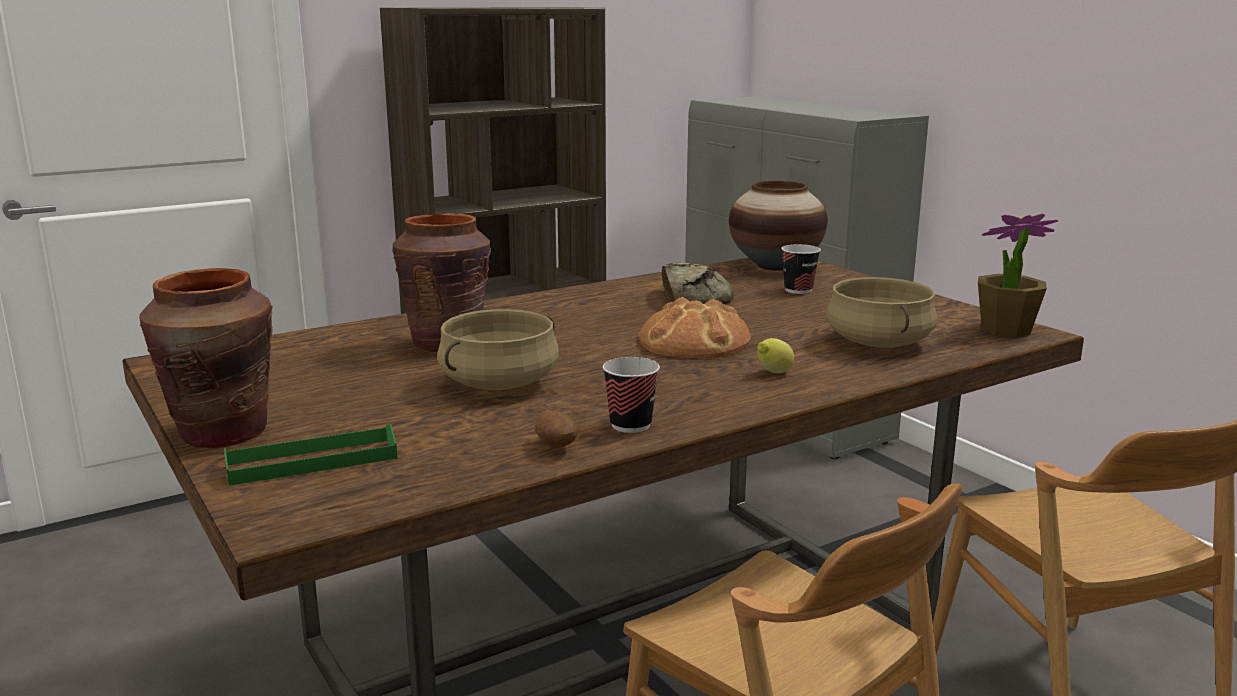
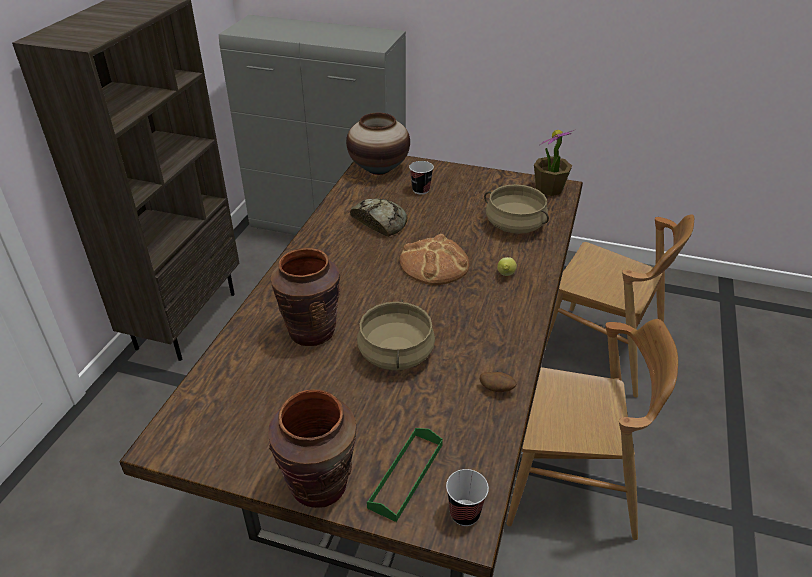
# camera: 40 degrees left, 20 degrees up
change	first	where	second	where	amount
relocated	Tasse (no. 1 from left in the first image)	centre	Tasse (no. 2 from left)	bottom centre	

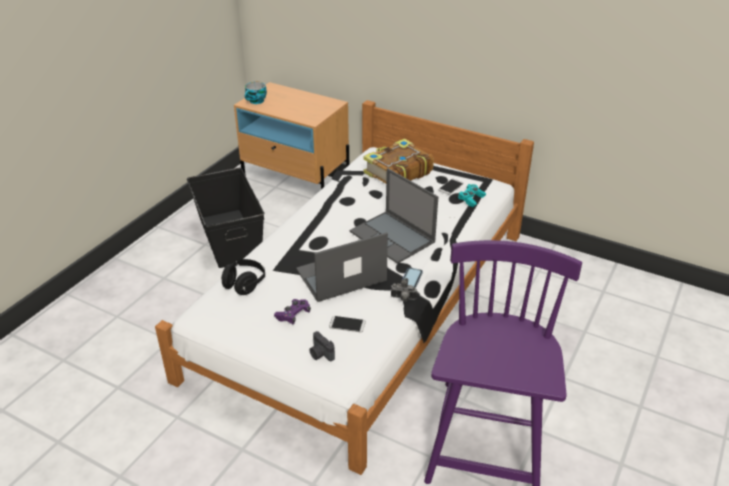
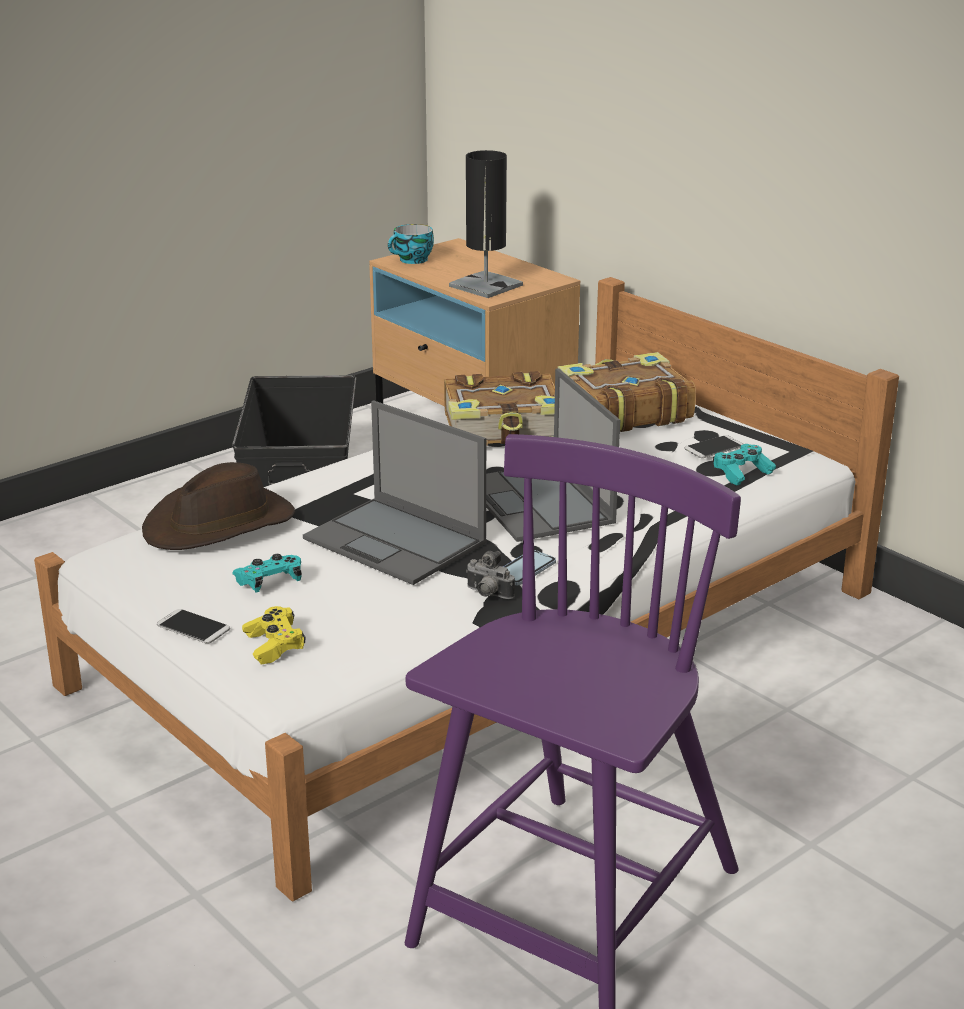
# camera: 20 degrees right, 10 degrees down
change	first	where	second	where	amount
exchanged	Kopfhörer/schwarz	centre	Hut/braun	middle left	
relocated	Handy (no. 1 from left)	bottom centre		middle left	
colour	Gamepad/lila	centre	Gamepad/türkis (no. 1 from left)	middle left	
exchanged	Kamera (no. 1 from left)	bottom centre	Gamepad/gelb	middle left	
spun	Laptop (no. 1 from left)	centre		centre	135 degrees counterclockwise
appeared			Buch (no. 1 from left)	centre	
appeared			Tischlampe/schwarz	top centre	

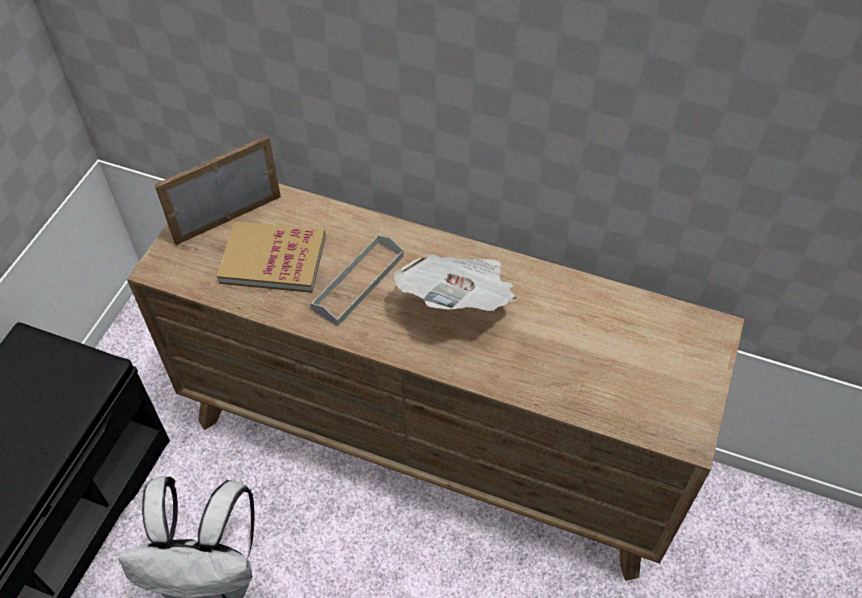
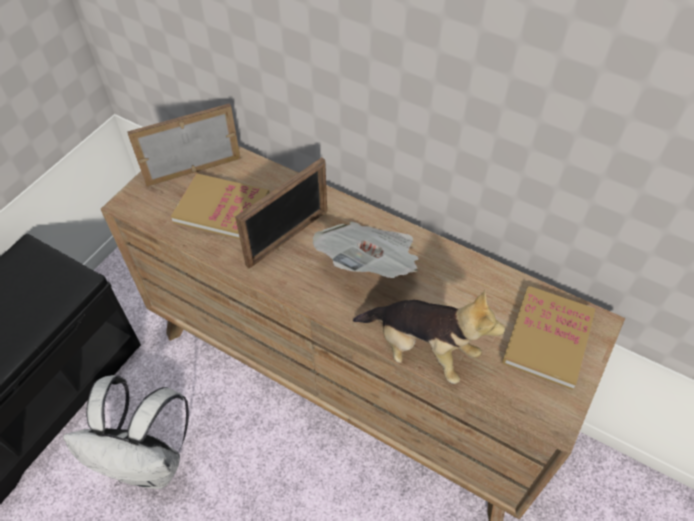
# camera: 10 degrees right, 0 degrees up
change	first	where	second	where	amount
exchanged	Tablett/grau	centre	Bilderrahmen (no. 2 from left)	centre	
appeared			Plüschtier	centre	
appeared			Buch (no. 2 from left)	middle right	

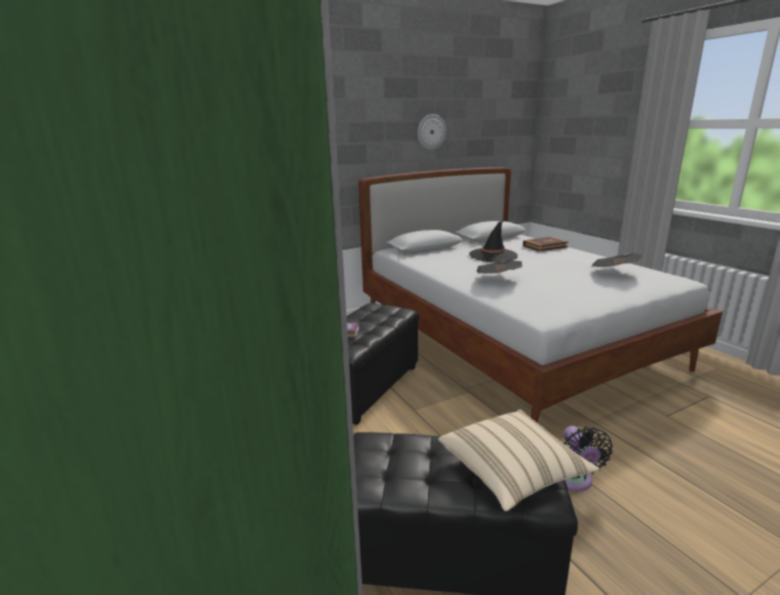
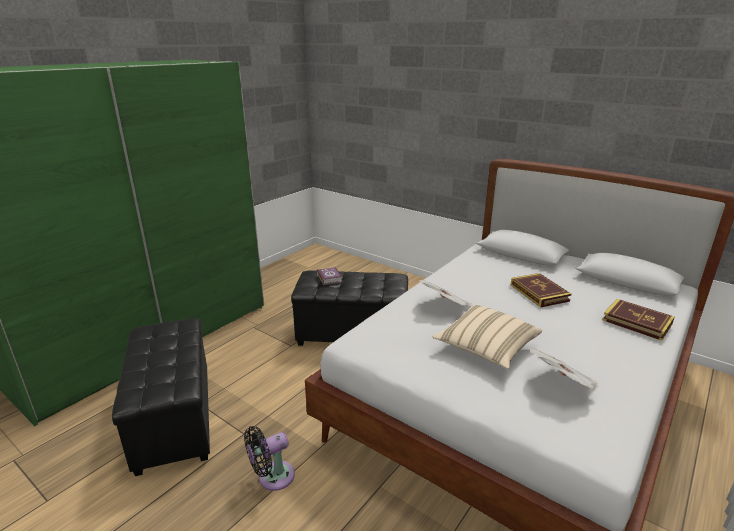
# camera: 65 degrees right, 5 degrees up
change	first	where	second	where	amount
relocated	Kissen/beige	bottom centre		centre	
exchanged	Hut/schwarz	centre	Buch (no. 2 from left)	middle right	
missing	Wanduhr	top centre			

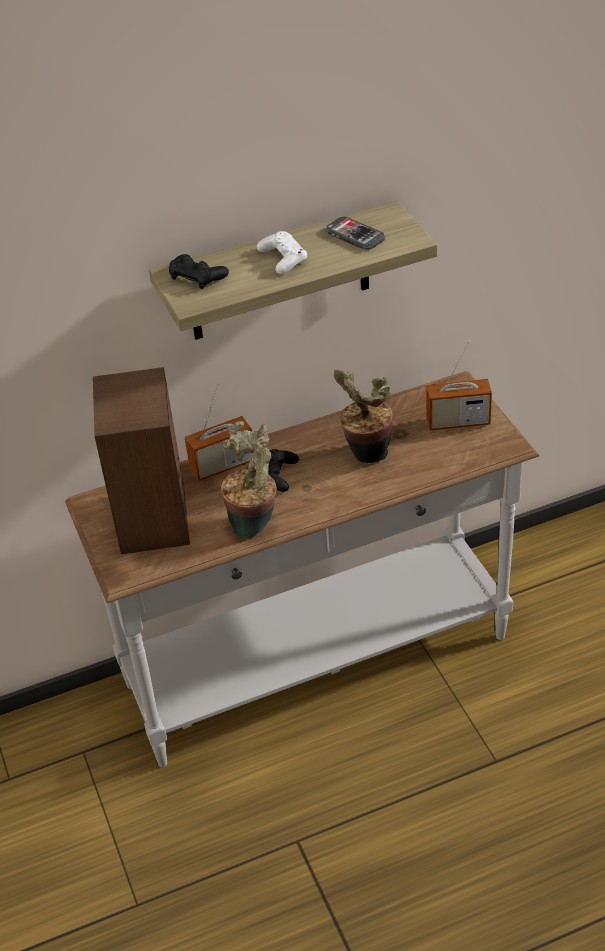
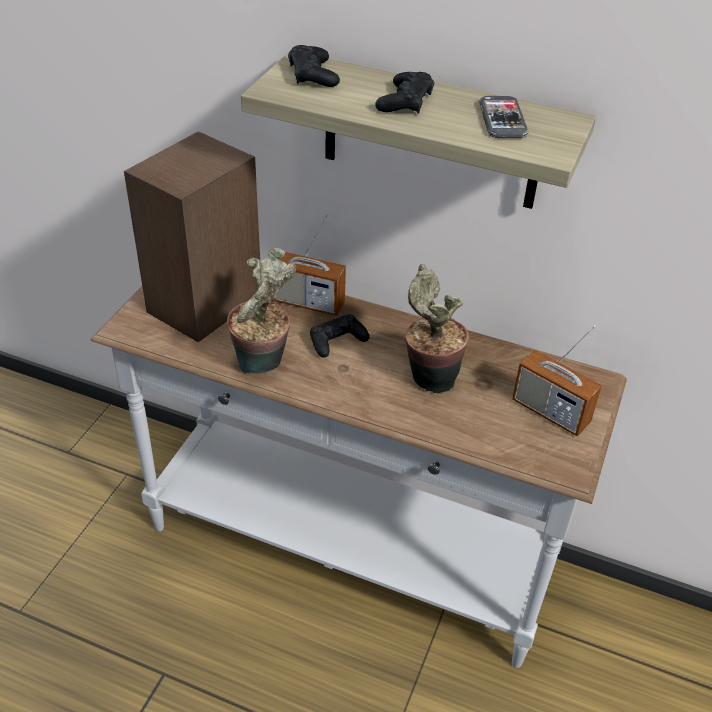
# camera: 40 degrees right, 0 degrees up
change	first	where	second	where	amount
colour	Gamepad/weiß	top centre	Gamepad/schwarz (no. 3 from left)	top centre	

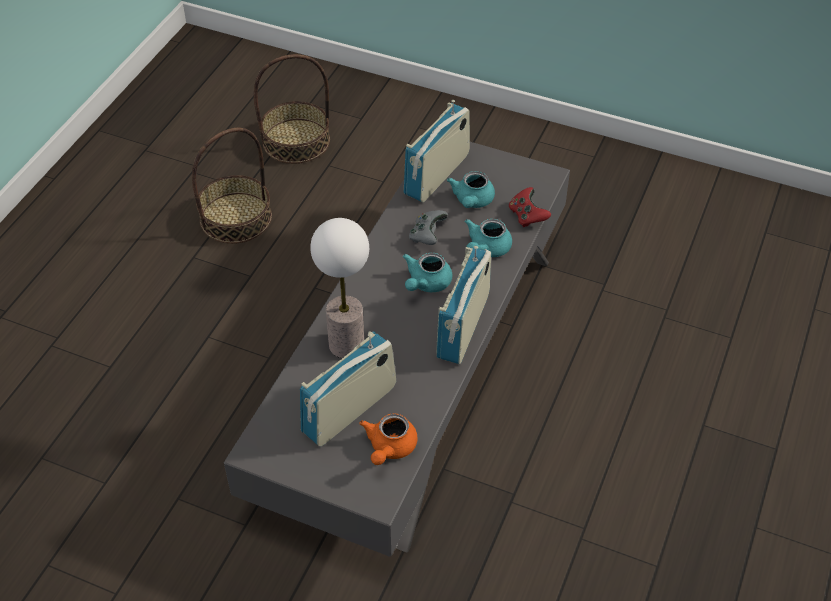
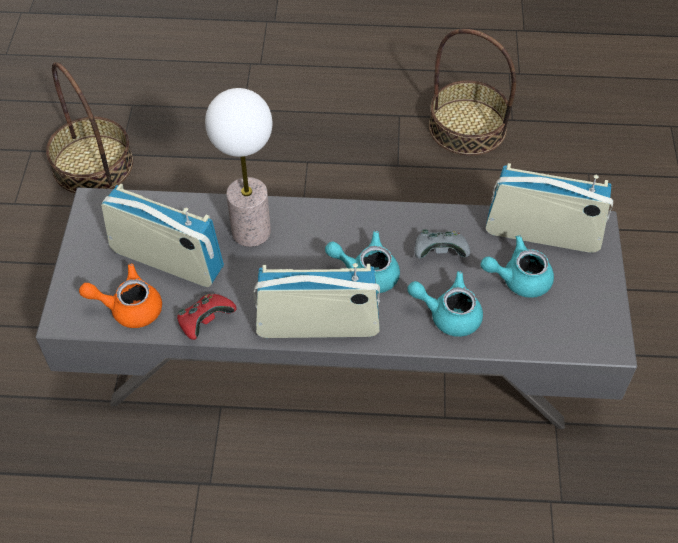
# camera: 70 degrees right, 5 degrees up
change	first	where	second	where	amount
relocated	Korb (no. 2 from left in the first image)	top centre	Korb (no. 1 from left)	top left	
relocated	Gamepad/rot	centre		middle left	

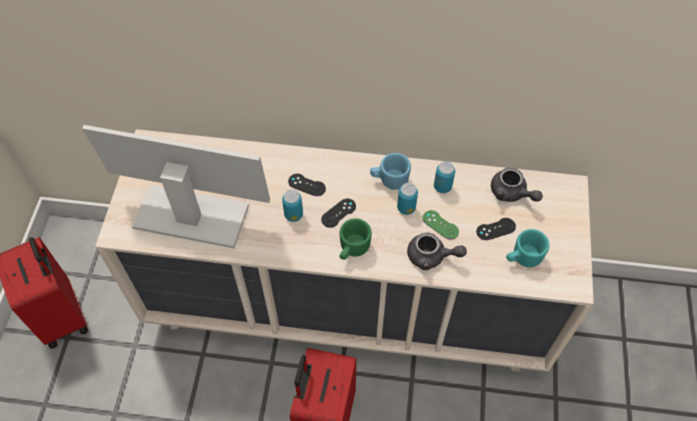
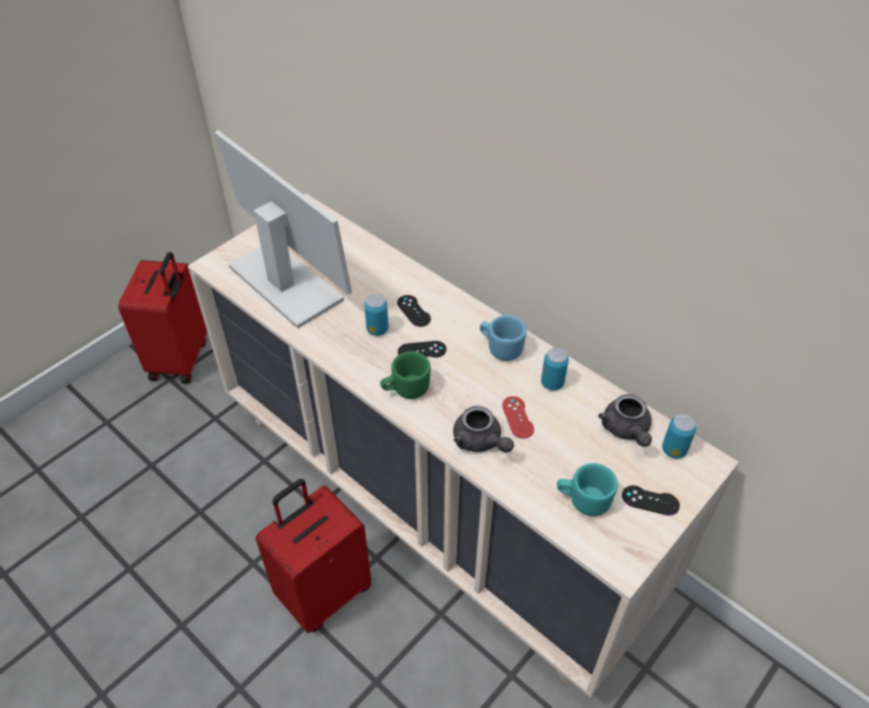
# camera: 35 degrees right, 10 degrees down
change	first	where	second	where	amount
colour	Gamepad/grün	centre	Gamepad/rot	centre	
relocated	Gamepad/schwarz (no. 3 from left)	middle right		bottom right	
relocated	Dose (no. 2 from left in the first image)	centre	Dose (no. 3 from left)	middle right	

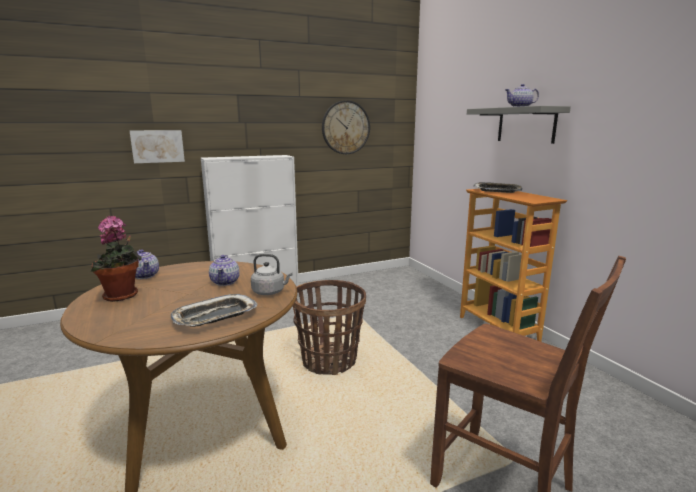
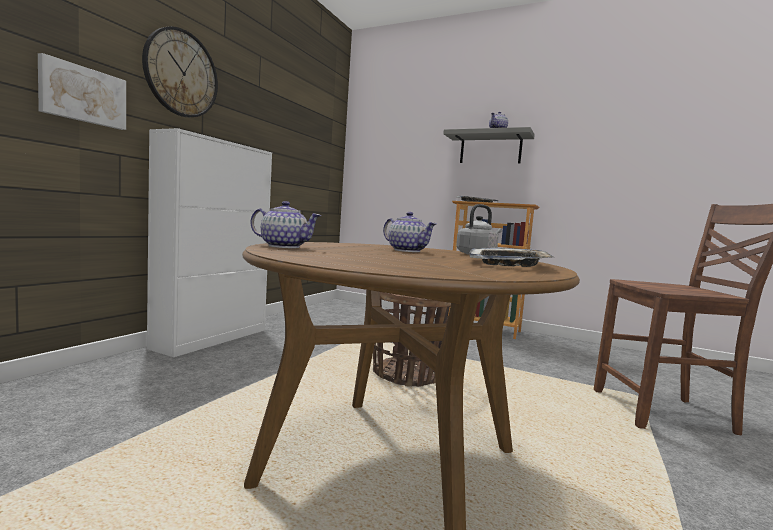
# camera: 40 degrees left, 10 degrees down
change	first	where	second	where	amount
relocated	Wanduhr	top centre		top left	
missing	Topfpflanze	middle left			

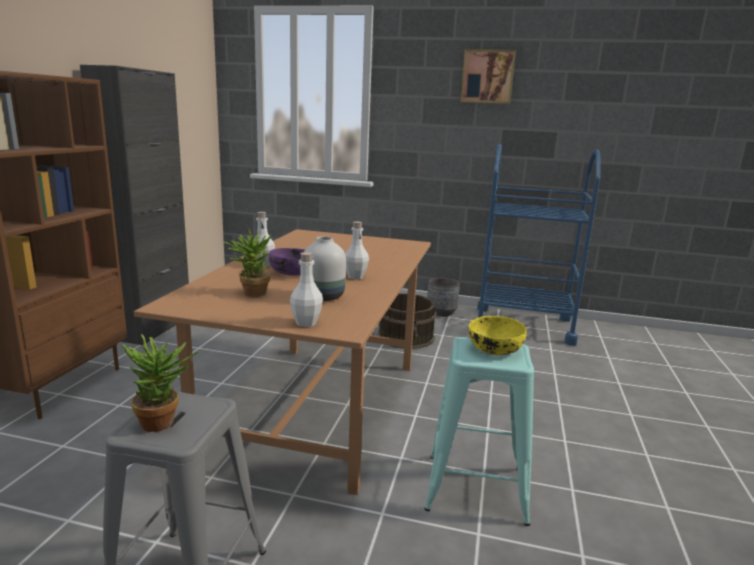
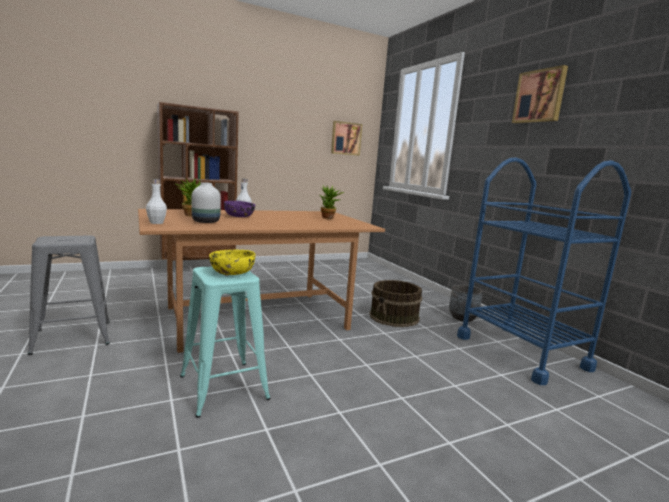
# camera: 50 degrees right, 5 degrees down
change	first	where	second	where	amount
relocated	Topfpflanze (no. 1 from left in the first image)	bottom left	Topfpflanze (no. 2 from left)	centre	
appeared			Bild (no. 1 from left)	top centre	
missing	Schrank/schwarz	middle left			
missing	Flasche/weiß (no. 3 from left)	centre			

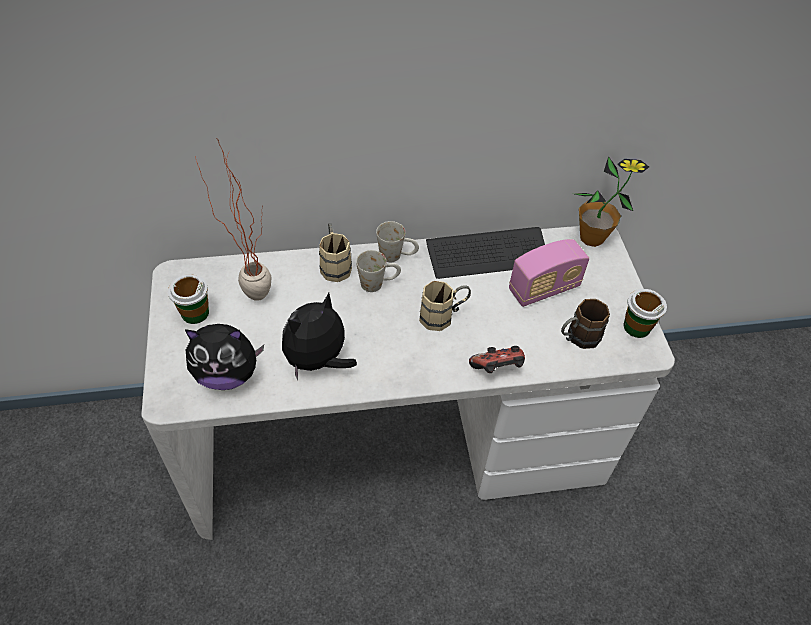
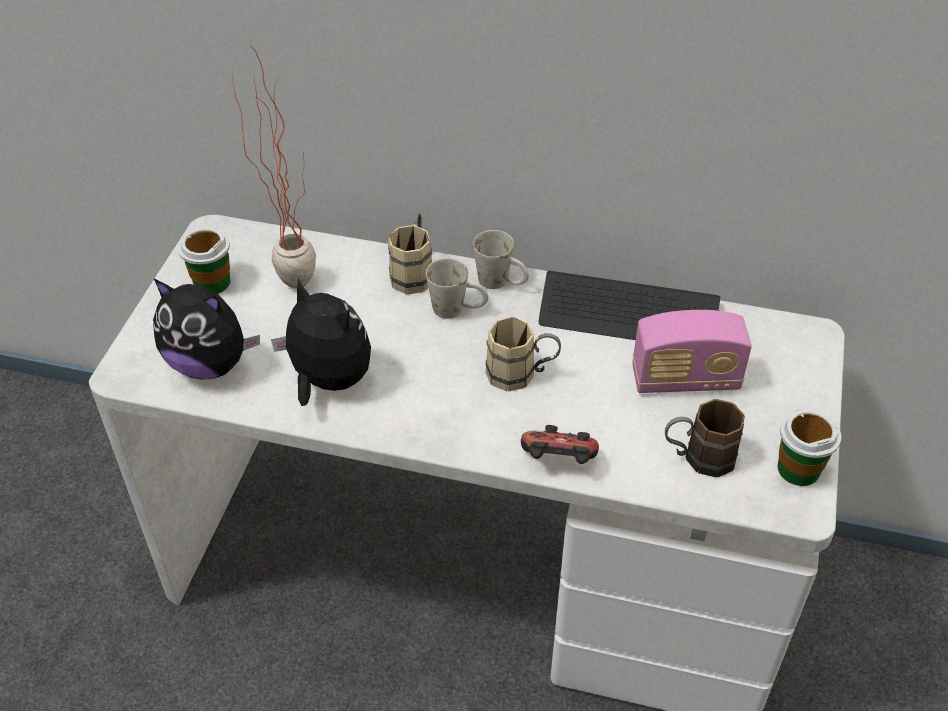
# camera: 25 degrees right, 5 degrees down
change	first	where	second	where	amount
spun	Plüschtier (no. 2 from left)	centre		centre	60 degrees clockwise
missing	Topfpflanze (no. 2 from left)	top right			

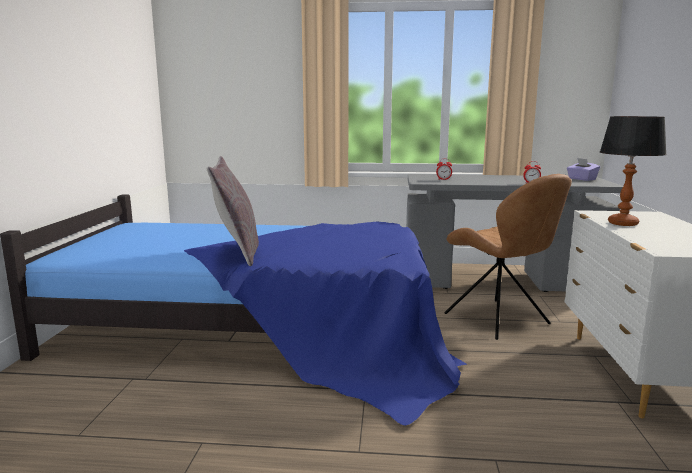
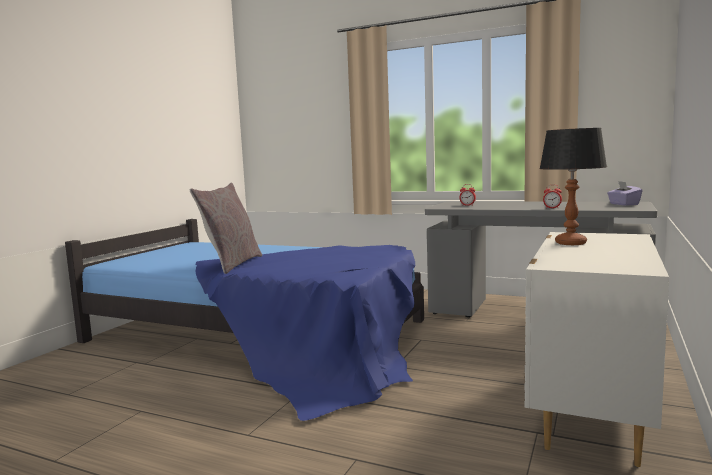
# camera: 20 degrees right, 5 degrees down
change	first	where	second	where	amount
missing	Stuhl/braun	middle right			

